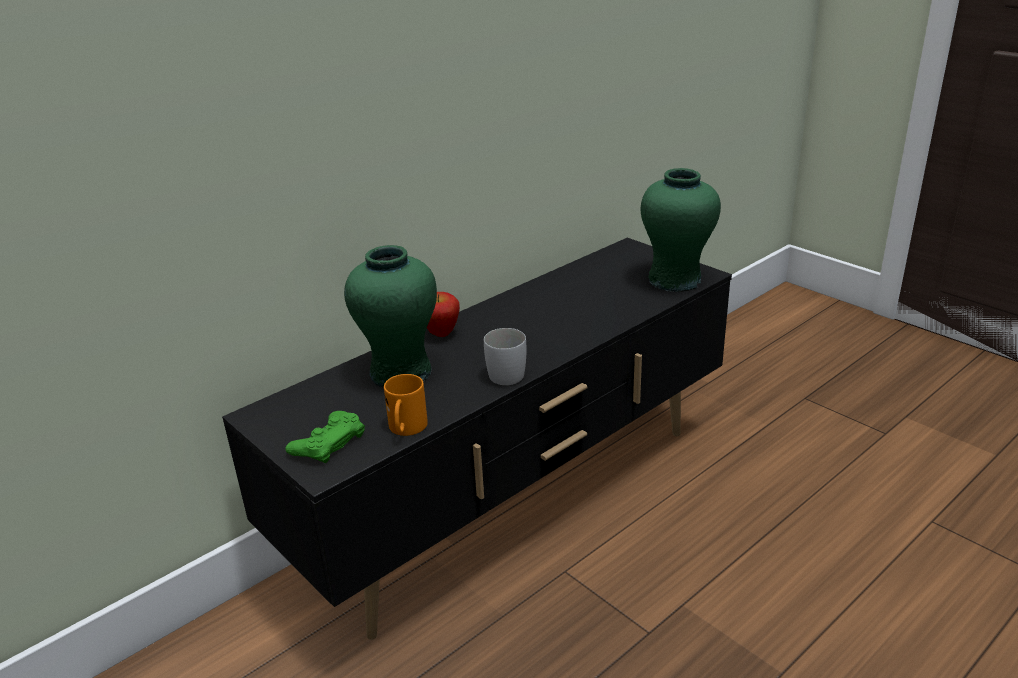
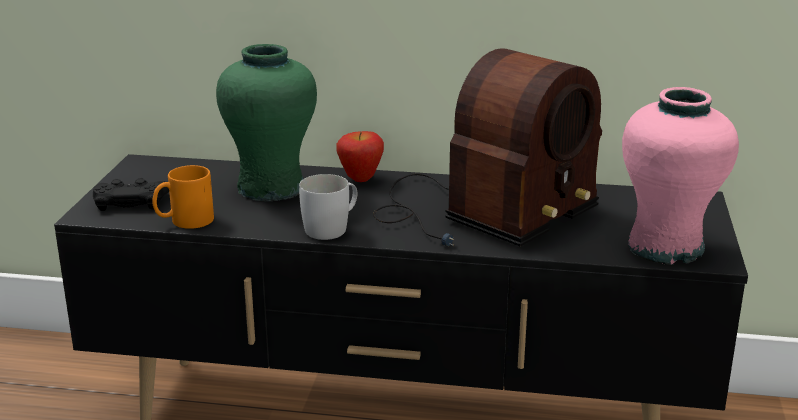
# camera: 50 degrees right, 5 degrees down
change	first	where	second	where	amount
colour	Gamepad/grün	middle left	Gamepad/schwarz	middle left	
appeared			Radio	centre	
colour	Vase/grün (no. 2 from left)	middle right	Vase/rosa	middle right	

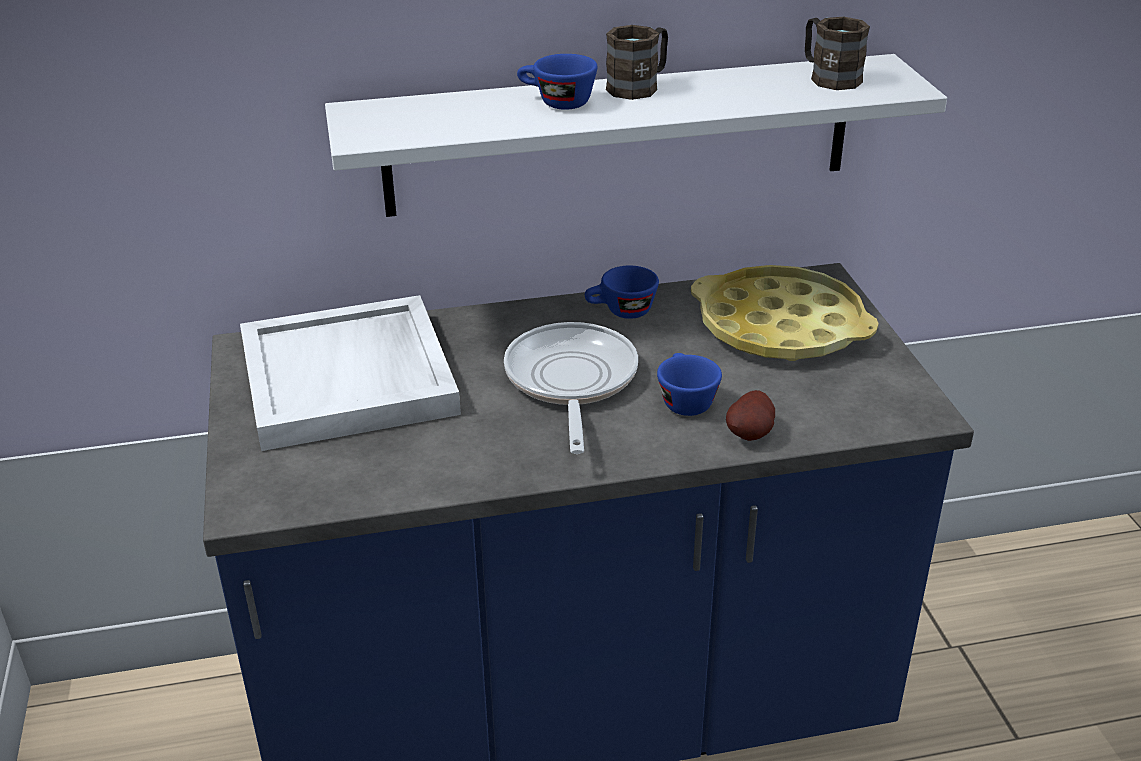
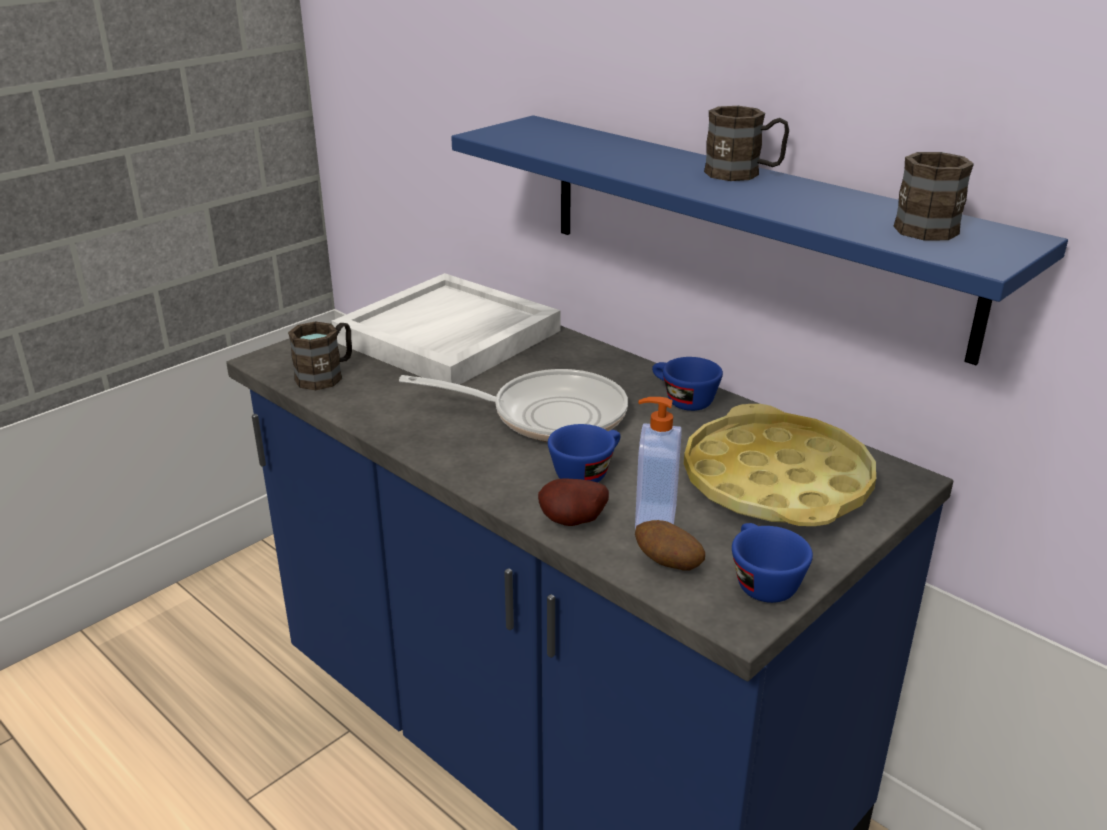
# camera: 55 degrees right, 5 degrees down
change	first	where	second	where	amount
appeared			Henkelbecher/braun (no. 1 from left)	middle left	
spun	Pfanne	centre		centre	45 degrees clockwise
colour	Wandregal/weiß	top centre	Wandregal/blau	top right	
appeared			Seifenspender	centre	
appeared			Kartoffel (no. 2 from left)	centre	
relocated	Tasse/blau (no. 1 from left in the first image)	top centre	Tasse/blau (no. 3 from left)	bottom right	

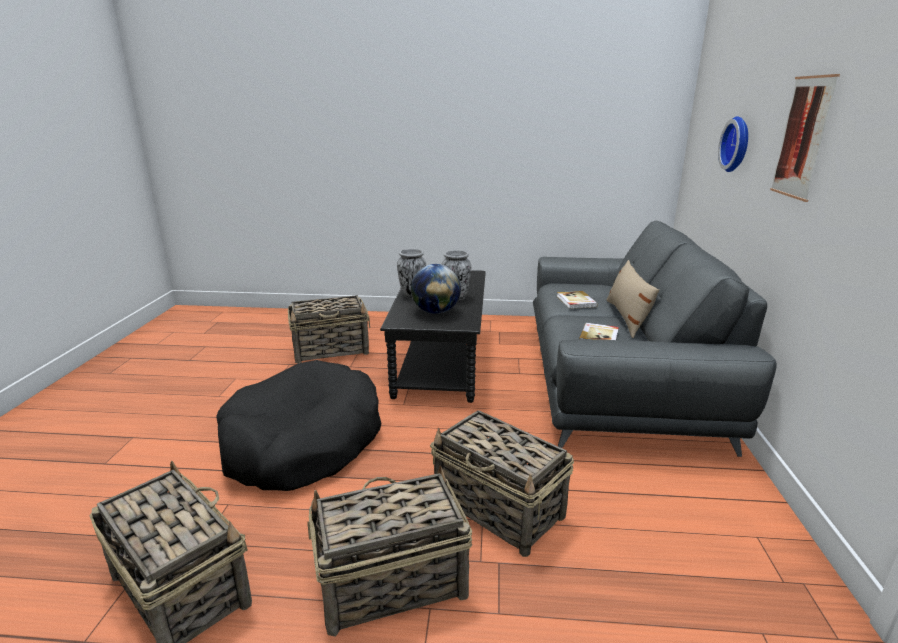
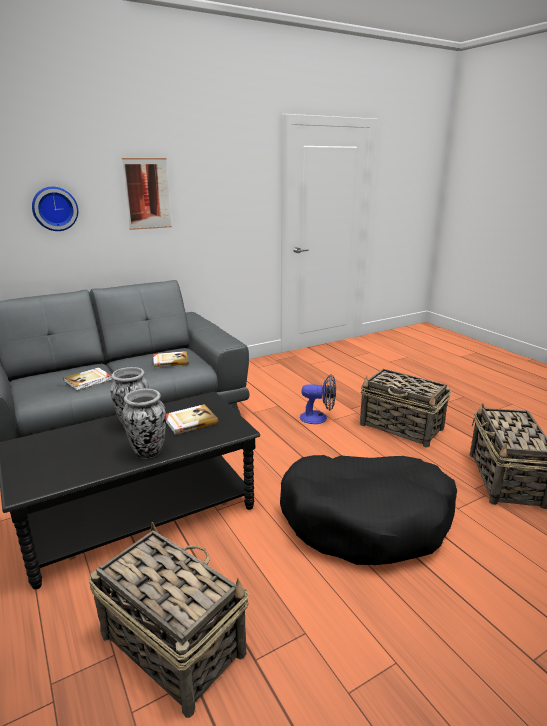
# camera: 125 degrees left, 0 degrees up
change	first	where	second	where	amount
exchanged	Globus	centre	Buch (no. 3 from left)	centre	
exchanged	Korb (no. 4 from left)	bottom centre	Ventilator	centre	
missing	Kissen/beige	middle right			

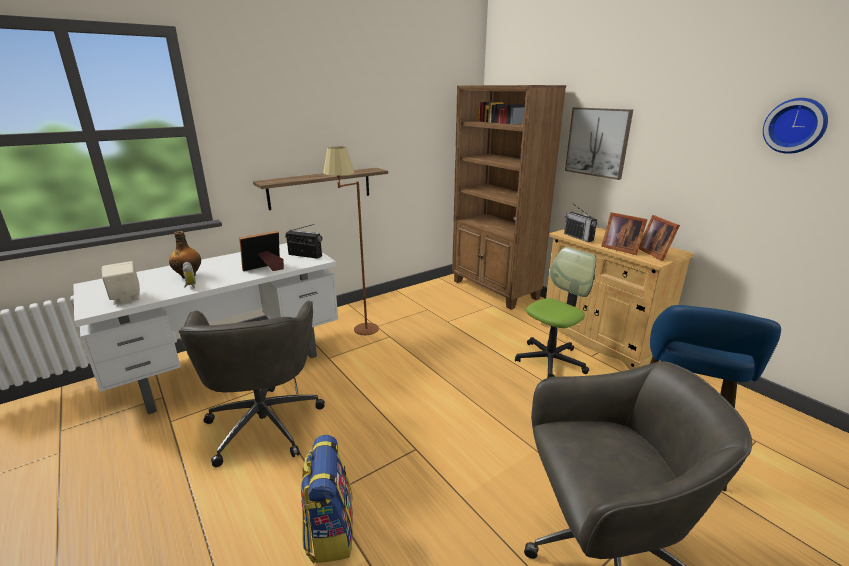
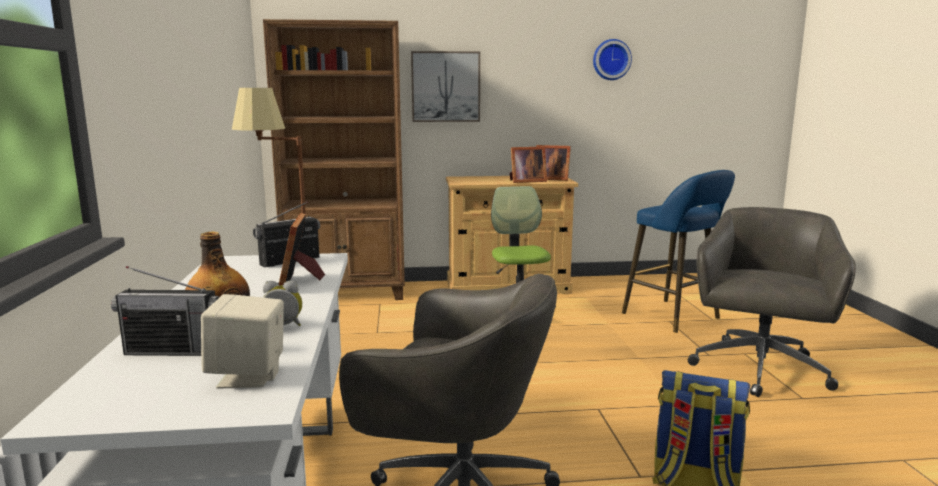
# camera: 60 degrees left, 10 degrees down
change	first	where	second	where	amount
relocated	Radio (no. 2 from left in the first image)	middle right	Radio (no. 1 from left)	middle left	
missing	Wandregal	centre			

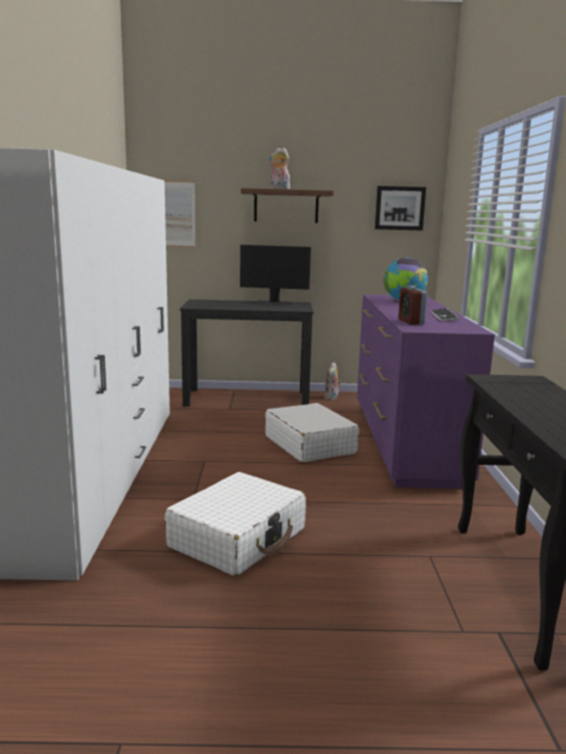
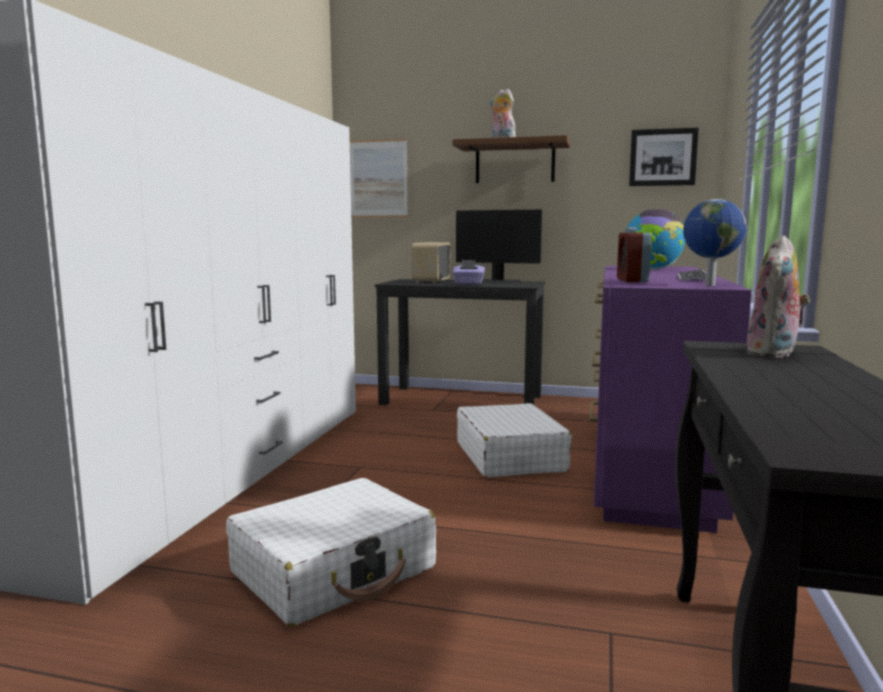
# camera: 15 degrees right, 5 degrees down
change	first	where	second	where	amount
appeared			Radio	centre	
appeared			Taschentuchbox/lila	centre	
appeared			Globus (no. 2 from left)	middle right	
relocated	Plüschtier (no. 2 from left)	centre		middle right	

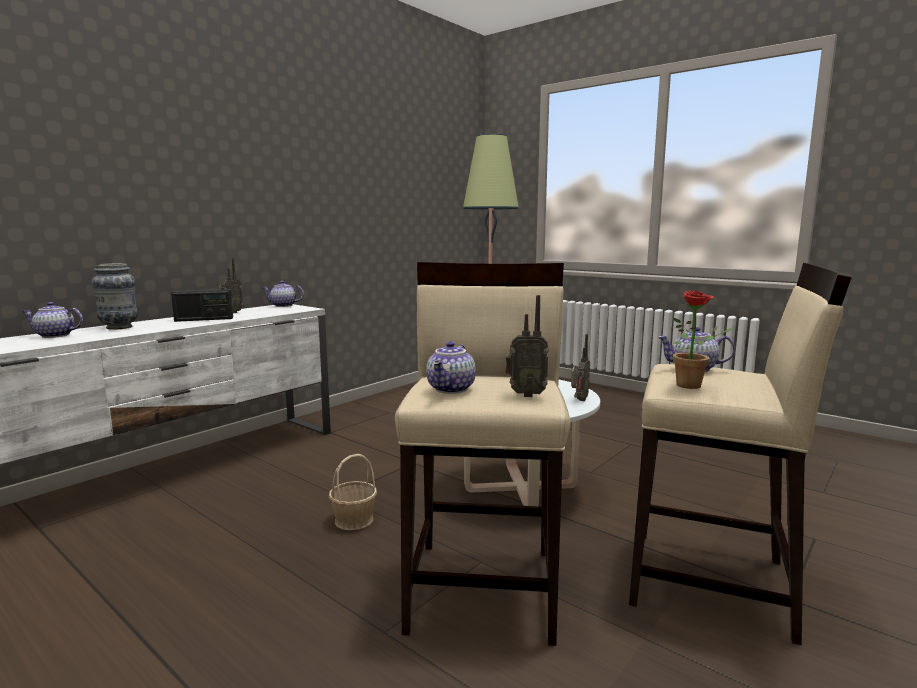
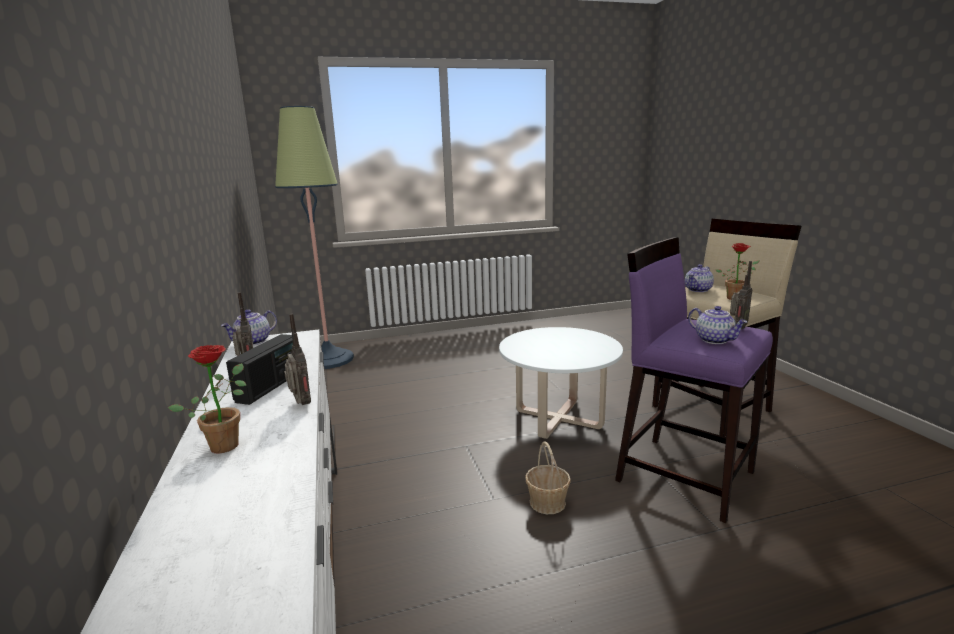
# camera: 55 degrees left, 5 degrees up
change	first	where	second	where	amount
exchanged	Vase	middle left	Topfpflanze (no. 1 from left)	middle left	
relocated	Radio (no. 4 from left in the first image)	centre	Radio (no. 3 from left)	middle left	
colour	Hocker/beige (no. 1 from left)	centre	Hocker/lila	middle right	
missing	Teekanne (no. 1 from left)	middle left			

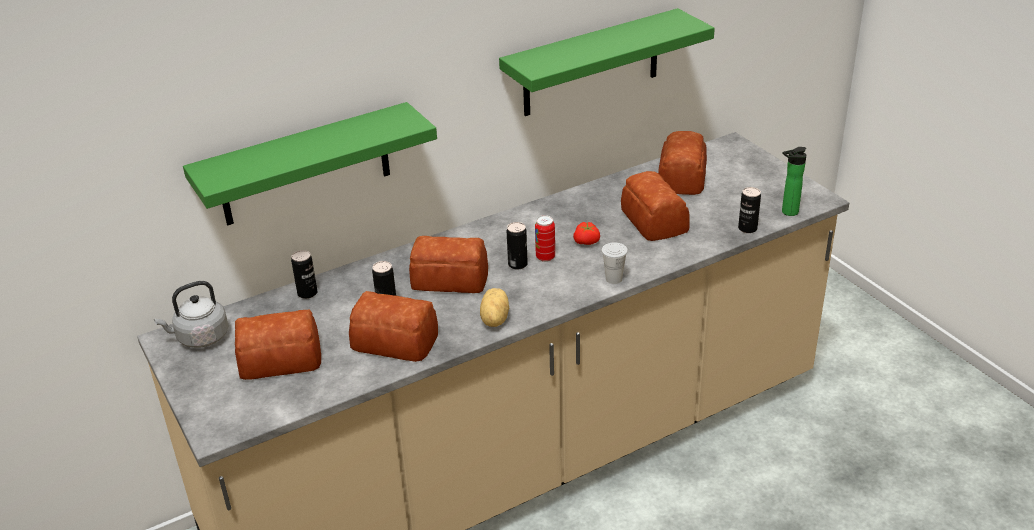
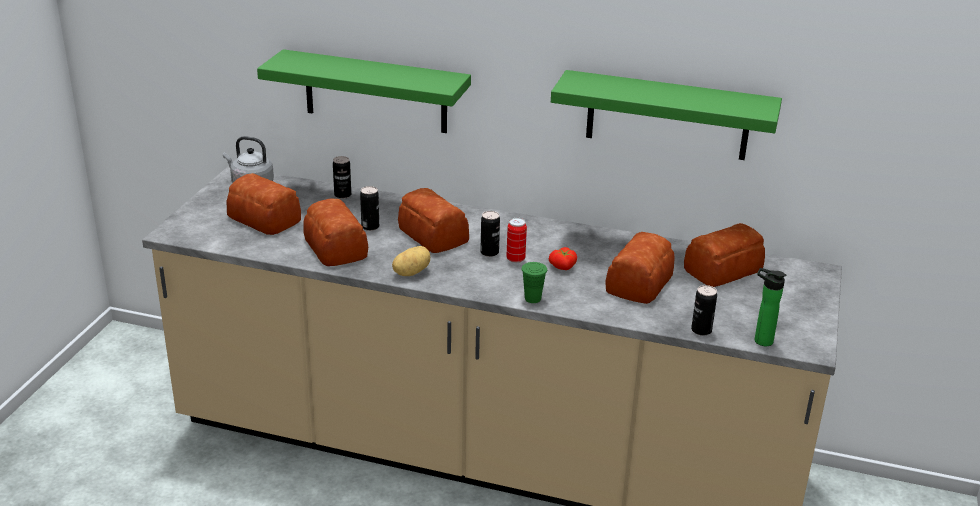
# camera: 45 degrees right, 5 degrees down
change	first	where	second	where	amount
colour	Tasse/weiß	centre	Tasse/grün	centre	

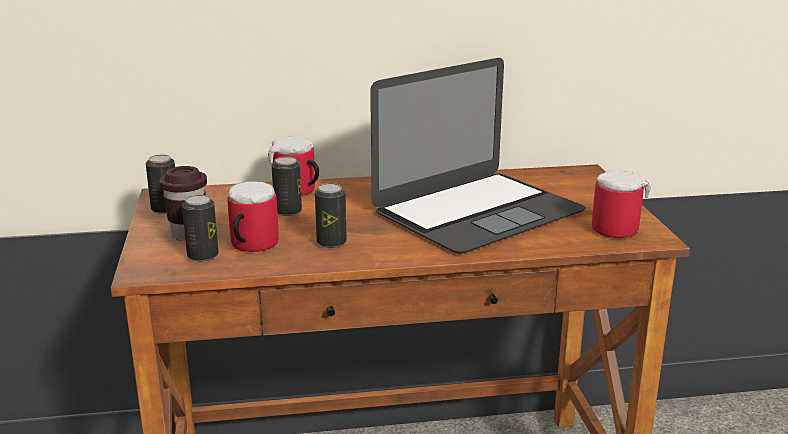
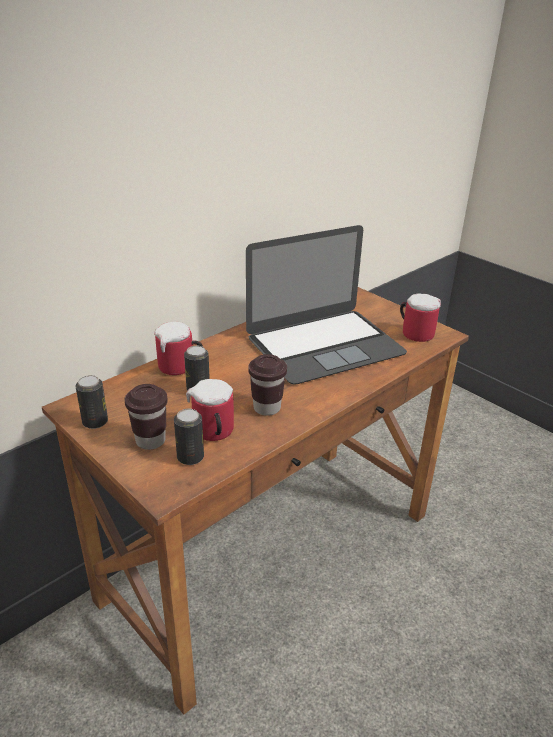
# camera: 35 degrees left, 10 degrees up
change	first	where	second	where	amount
spun	Laptop	centre		centre	45 degrees clockwise
exchanged	Dose (no. 4 from left)	centre	Tasse/braun (no. 2 from left)	centre	

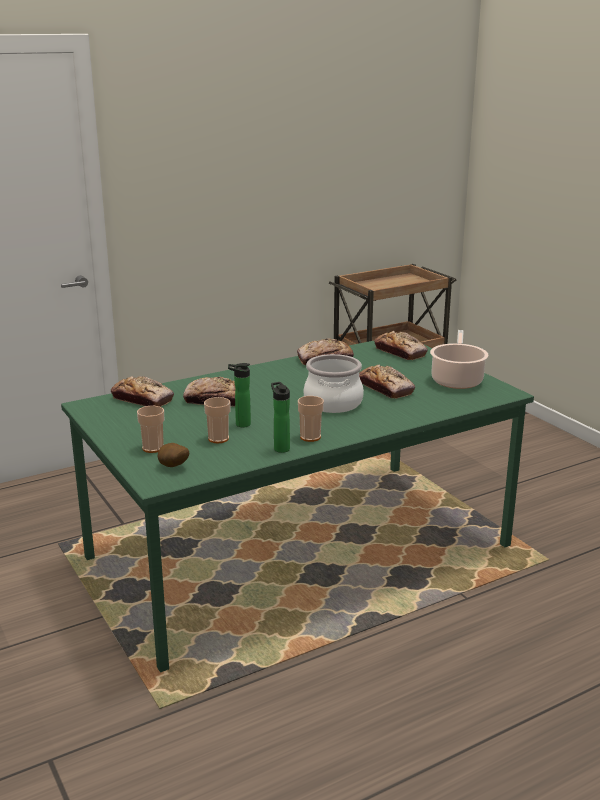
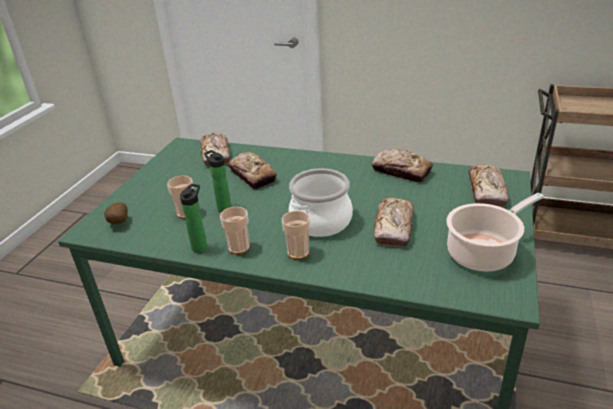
# camera: 50 degrees right, 10 degrees up
change	first	where	second	where	amount
relocated	Tasse (no. 1 from left in the first image)	middle left	Tasse (no. 3 from left)	centre	

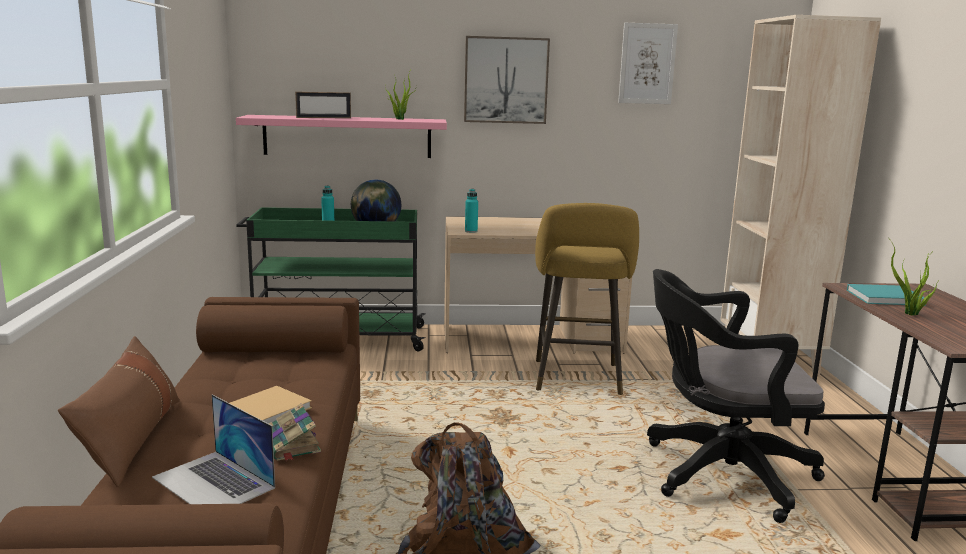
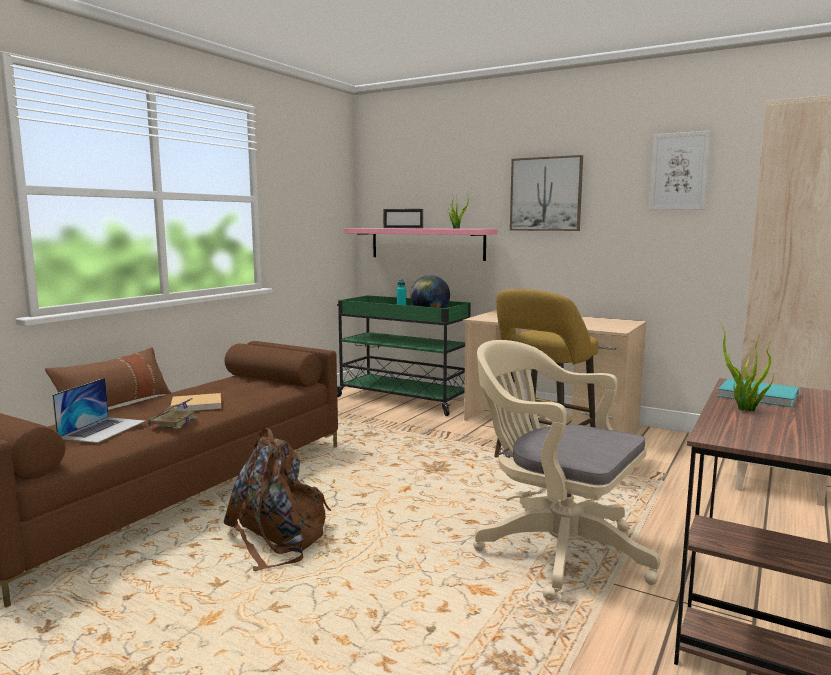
# camera: 35 degrees right, 5 degrees down
change	first	where	second	where	amount
spun	Laptop	bottom left		middle left	150 degrees counterclockwise
colour	Bürostuhl/schwarz	bottom right	Bürostuhl/beige	bottom right	
missing	Flasche/türkis (no. 2 from left)	centre			

